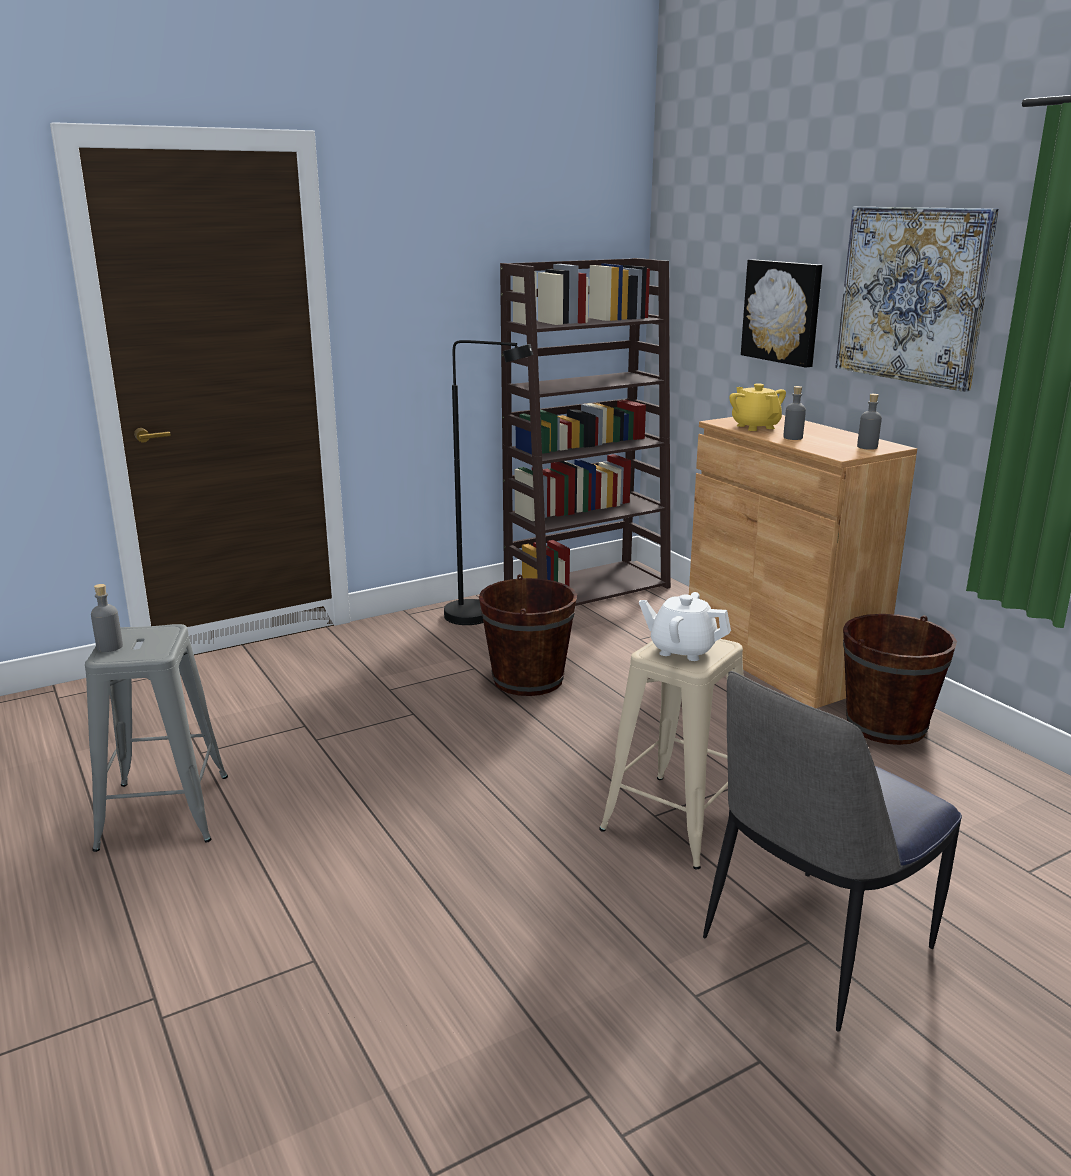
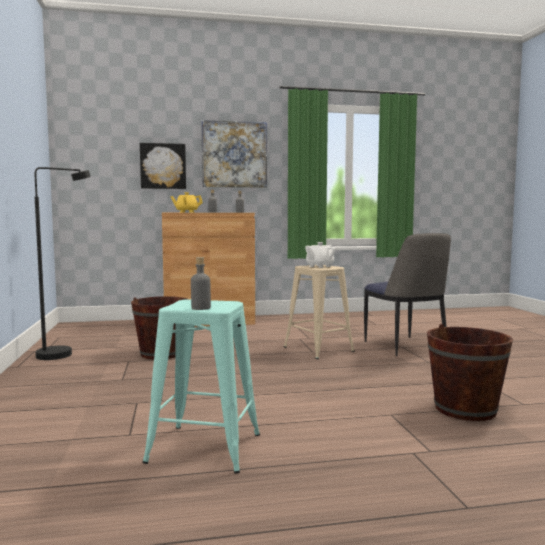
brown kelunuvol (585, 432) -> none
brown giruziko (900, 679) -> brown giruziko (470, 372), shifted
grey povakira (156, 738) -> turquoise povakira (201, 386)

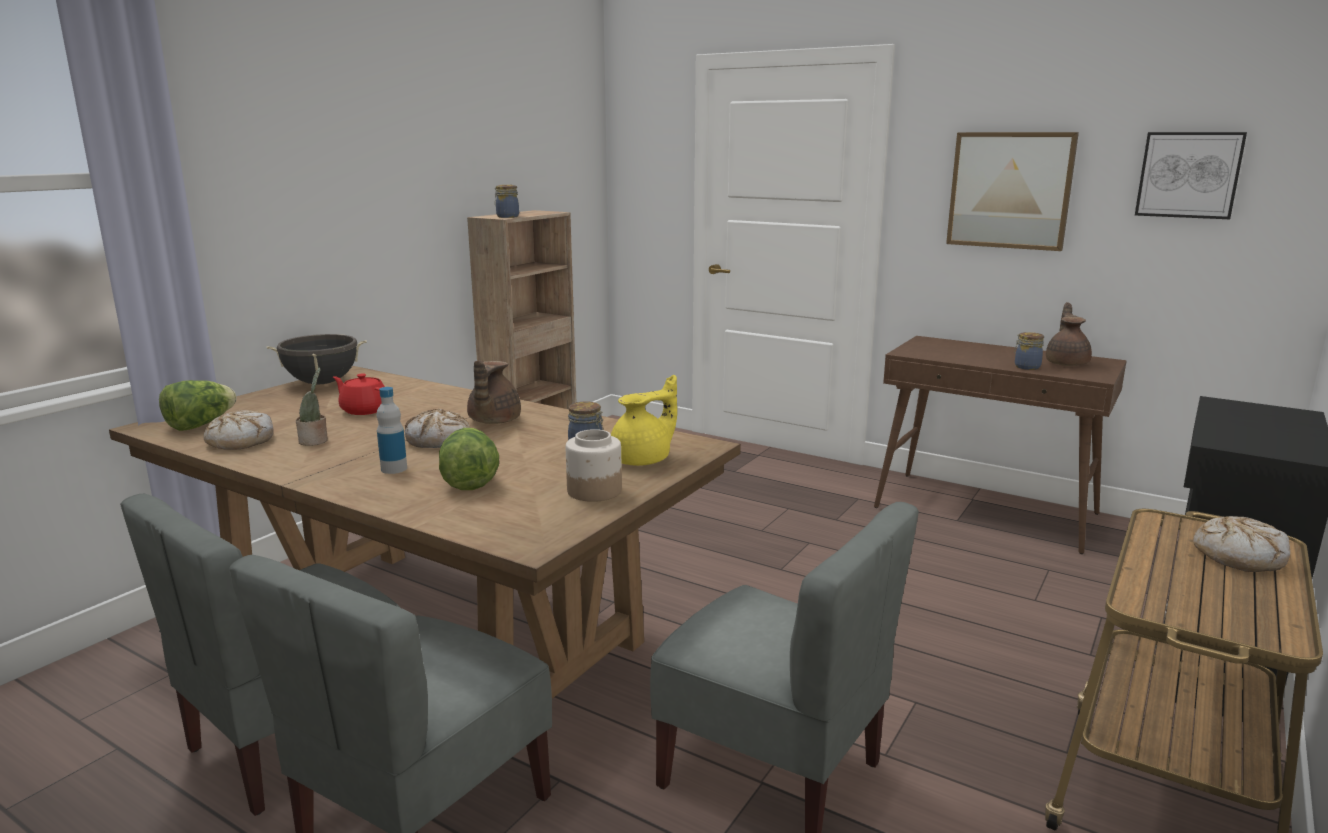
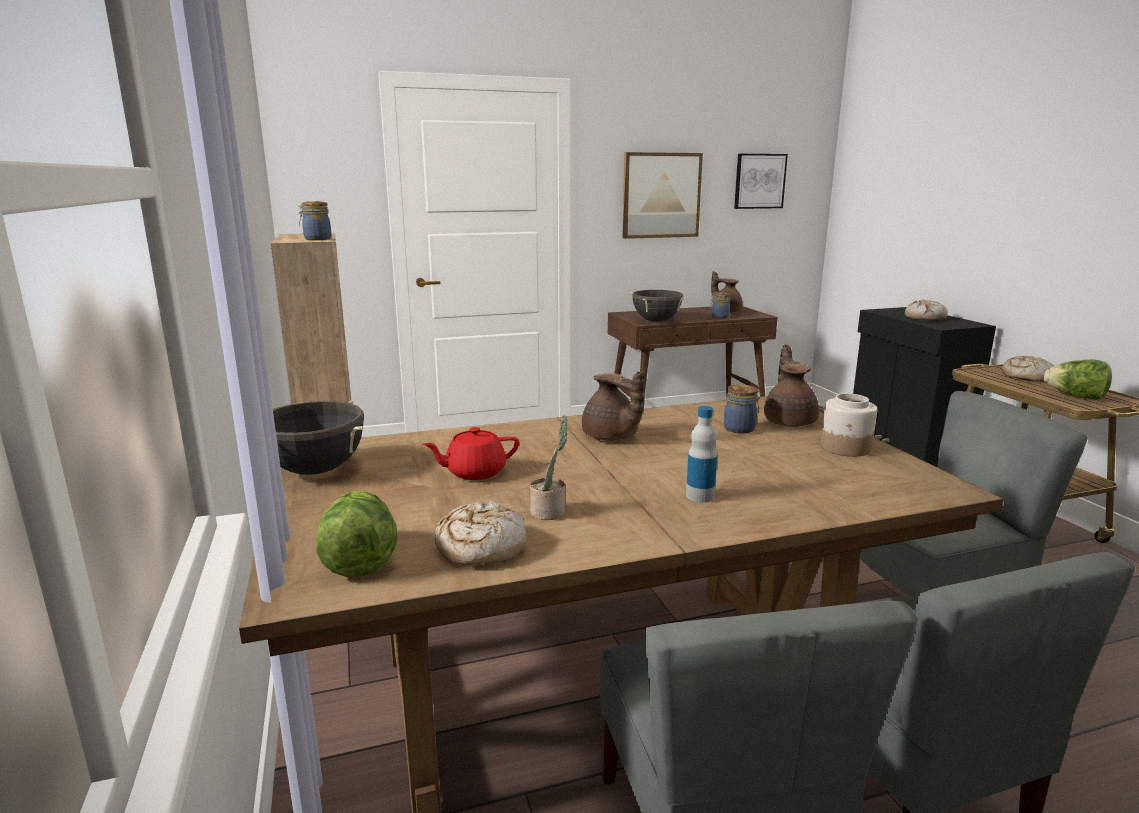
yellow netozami (644, 420) -> brown netozami (791, 385)
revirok (437, 428) -> revirok (926, 310), shifted
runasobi (469, 459) -> runasobi (1078, 379), shifted
none -> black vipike (658, 306)

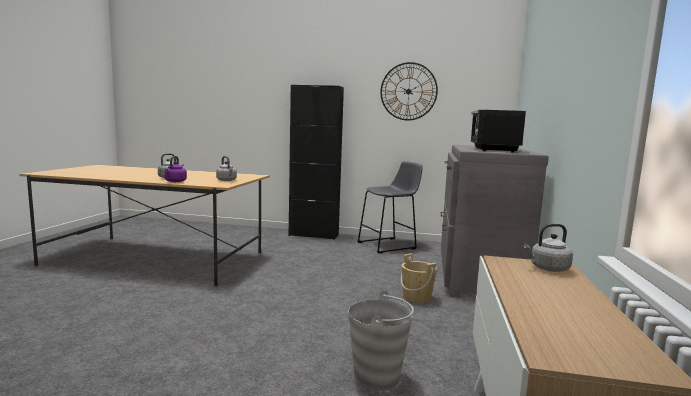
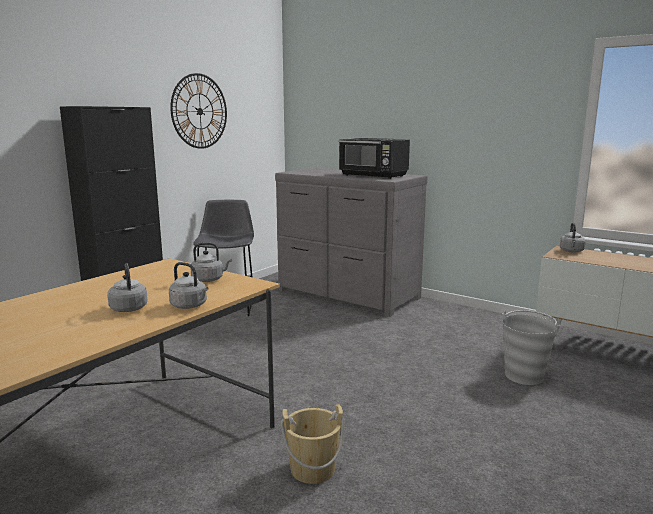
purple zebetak (176, 169) -> grey zebetak (189, 285)
beige giruziko (419, 278) -> beige giruziko (312, 444), shifted

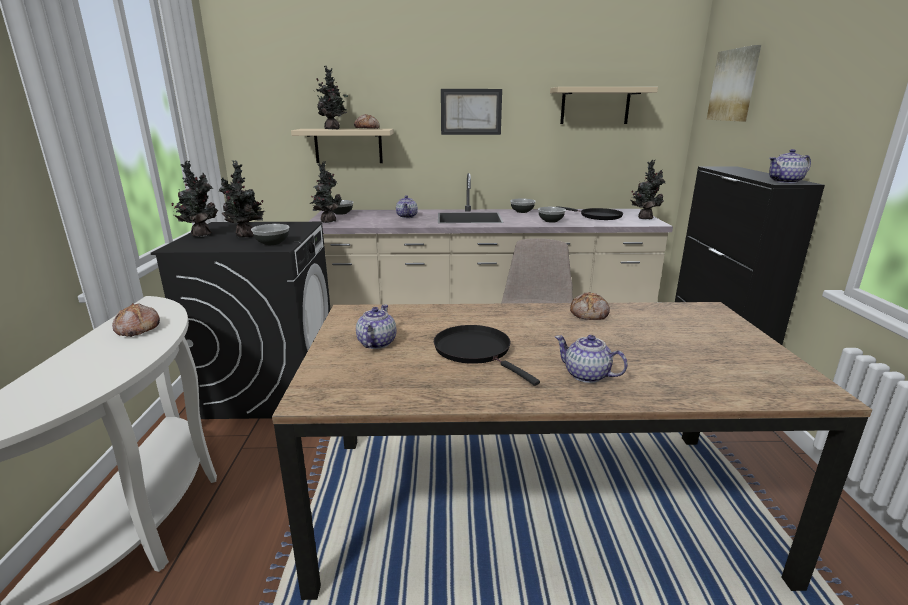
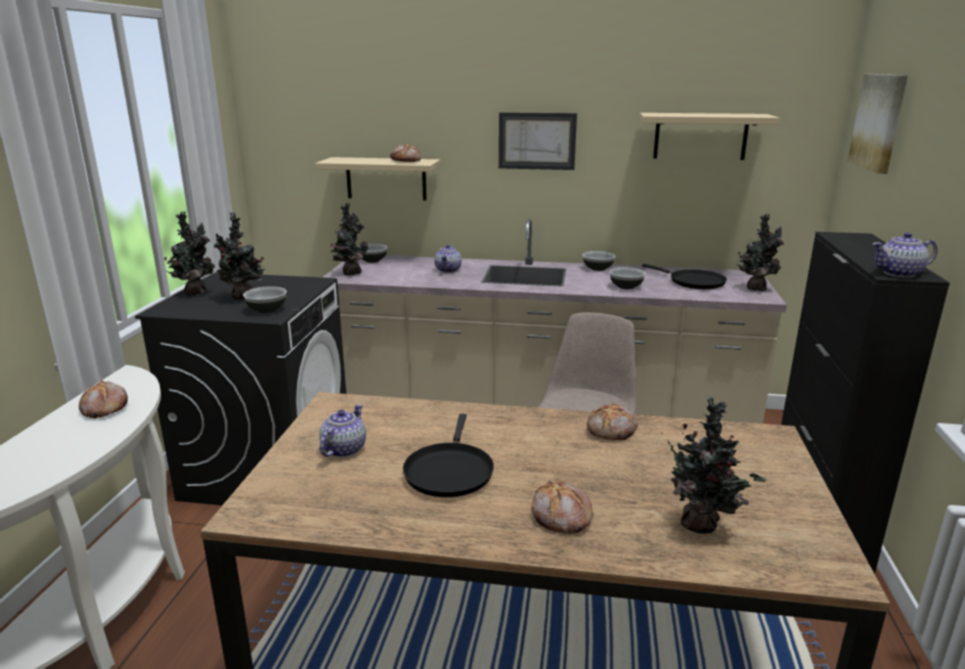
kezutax (332, 97) -> kezutax (713, 465), shifted
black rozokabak (487, 355) -> black rozokabak (448, 455), 150 degrees counterclockwise
netozami (591, 359) -> revirok (563, 507)

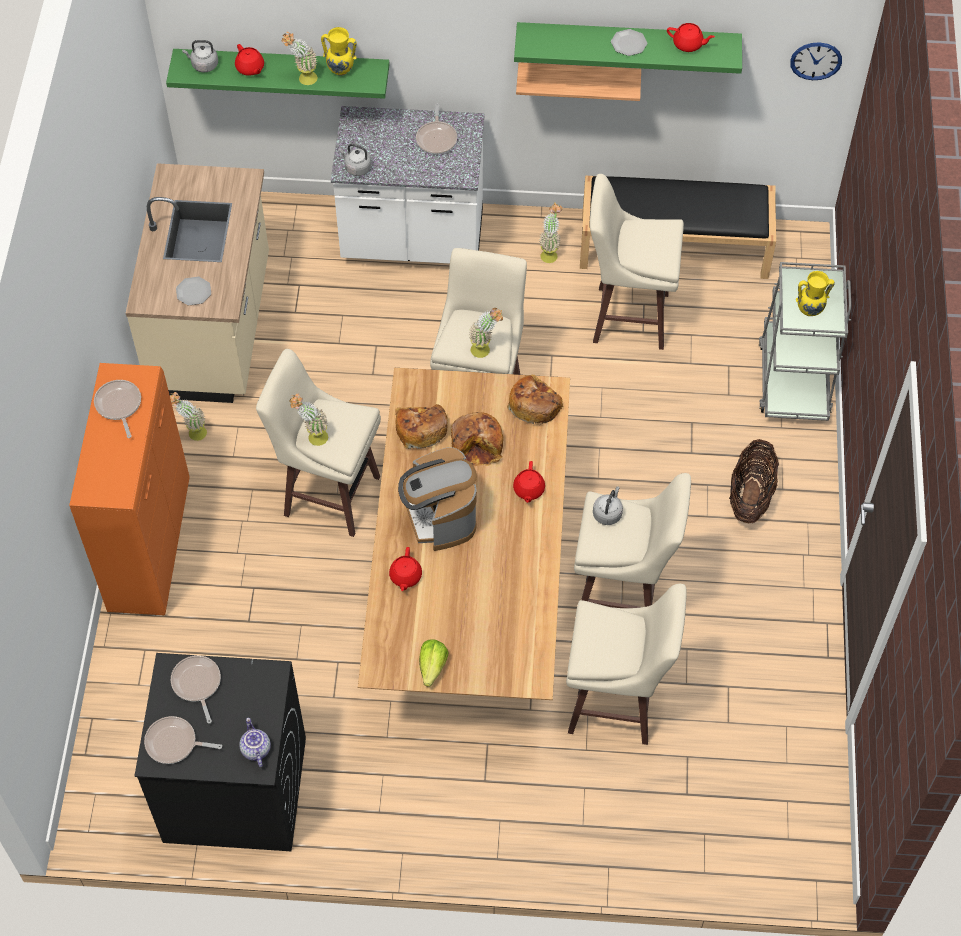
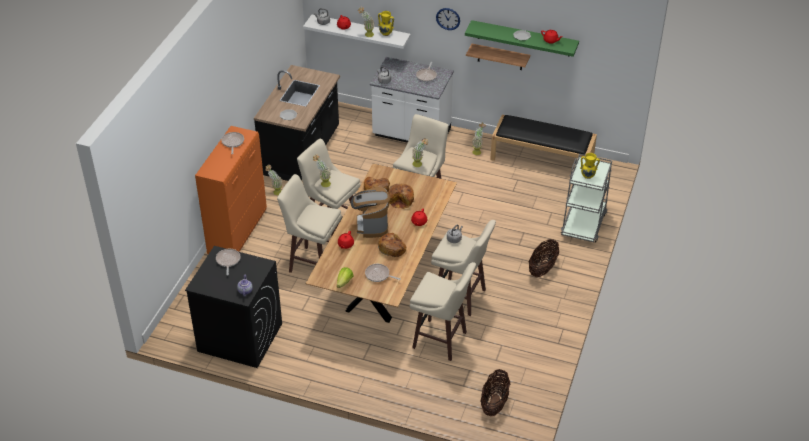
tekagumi (816, 61) -> tekagumi (448, 19), shifted
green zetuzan (278, 74) -> white zetuzan (357, 32)
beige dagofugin (197, 283) -> black dagofugin (297, 123)
beige povakira (637, 262) -> beige povakira (309, 223), shifted
revirok (535, 400) -> revirok (392, 245), shifted
rozokabak (183, 740) -> rozokabak (383, 273), shifted
none -> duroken (495, 393)

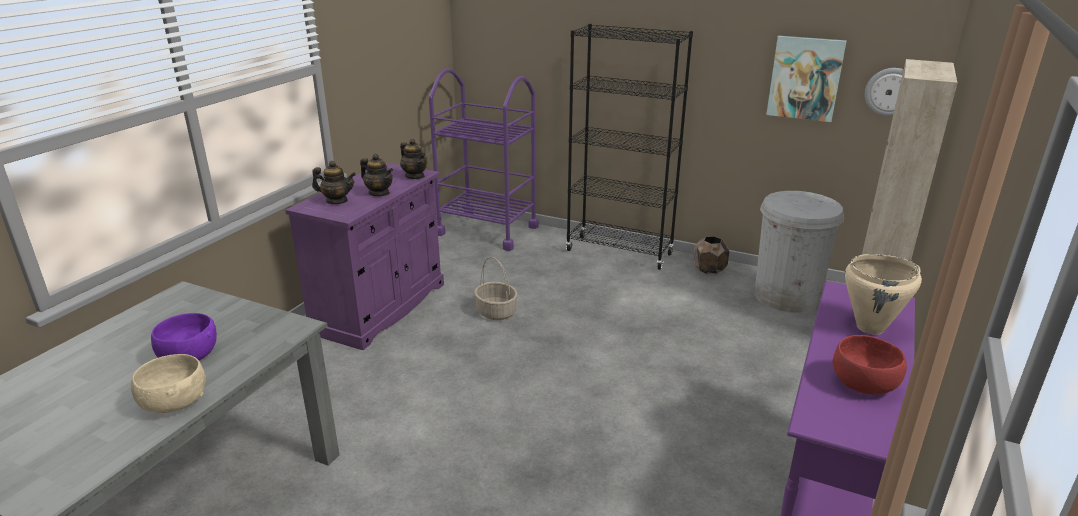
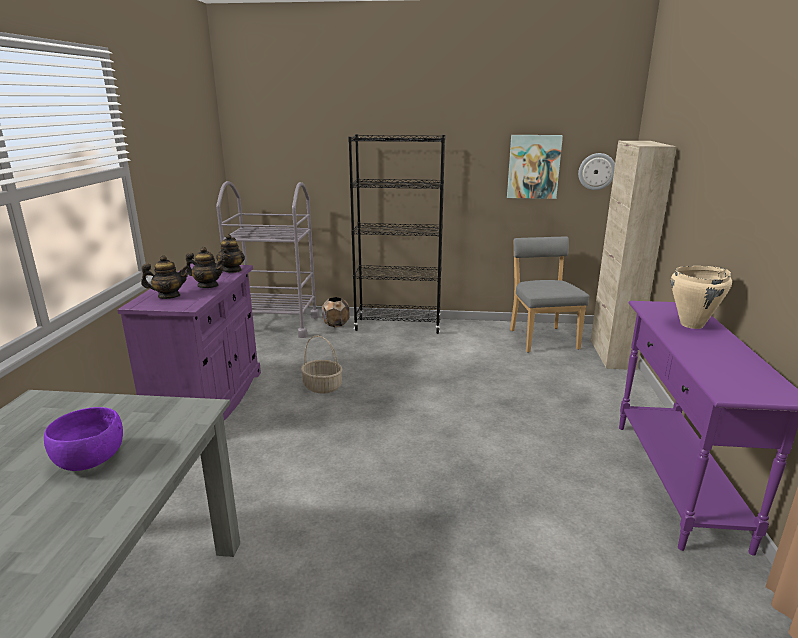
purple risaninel (484, 159) -> grey risaninel (267, 259)
netozami (414, 159) -> netozami (230, 253), 60 degrees clockwise
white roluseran (799, 252) -> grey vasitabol (549, 295)
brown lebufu (711, 255) -> brown lebufu (336, 312), shifted
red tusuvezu (870, 364) -> none
beige tusuvezu (168, 383) -> none

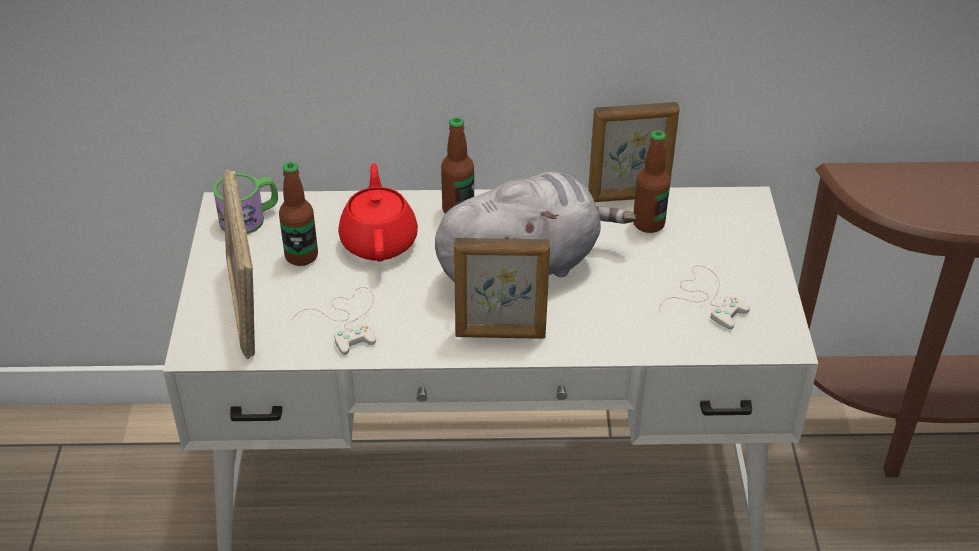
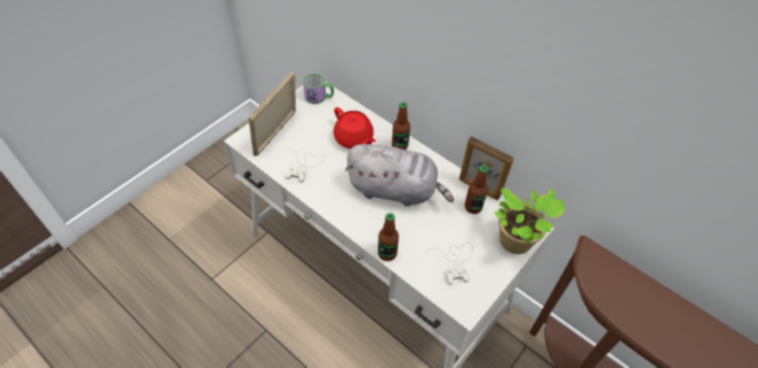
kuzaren (298, 214) -> kuzaren (388, 237), shifted
red netozami (378, 212) -> red netozami (354, 128), 105 degrees clockwise
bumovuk (502, 288) -> none
none -> kezutax (529, 221)

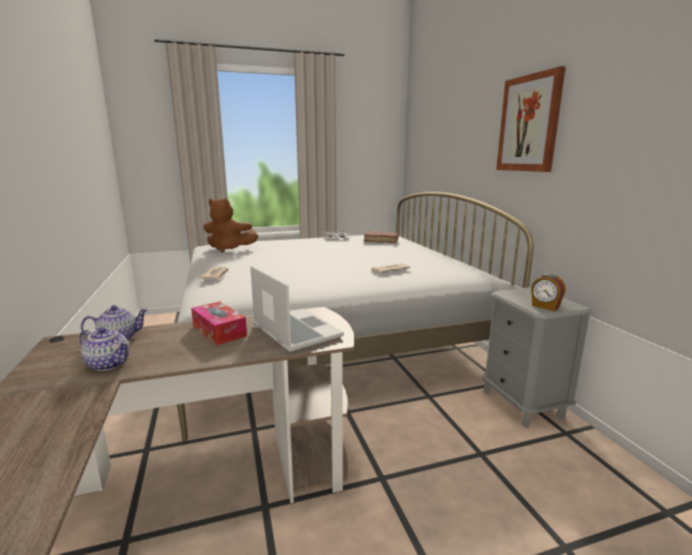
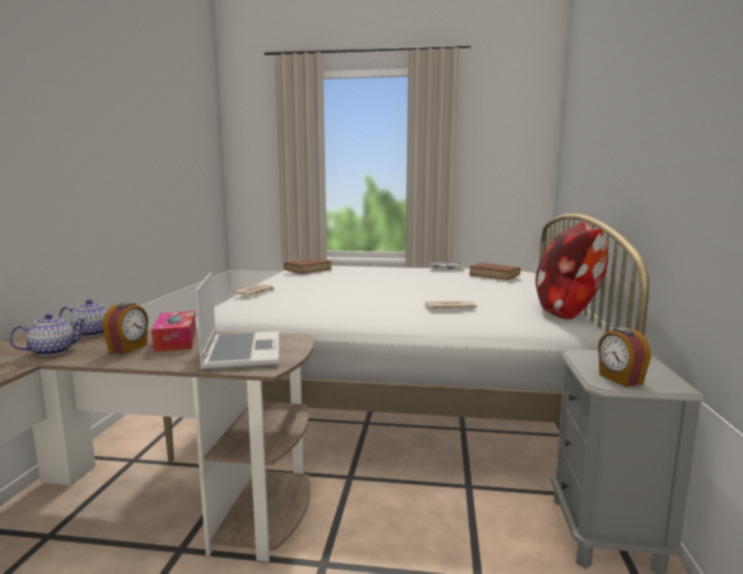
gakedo (531, 119) -> none
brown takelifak (231, 225) -> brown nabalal (307, 266)
netozami (104, 349) -> netozami (48, 335), 90 degrees counterclockwise
none -> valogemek (571, 270)
none -> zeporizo (125, 328)

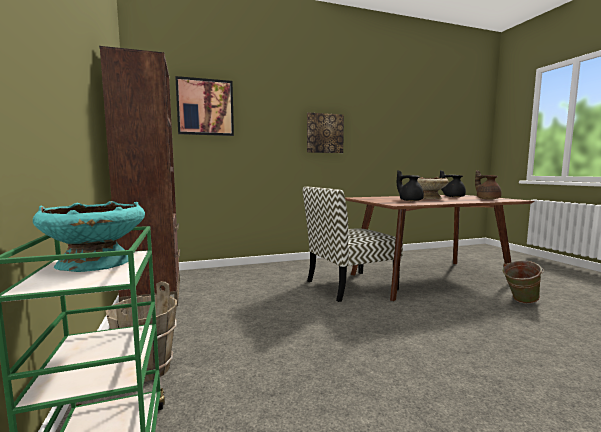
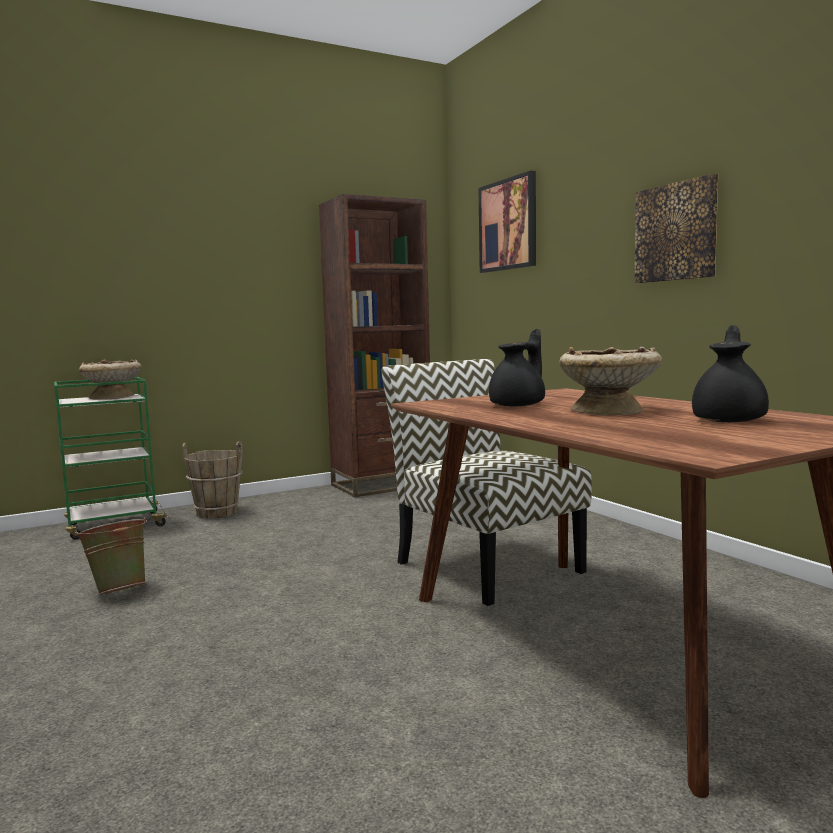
brown netozami (488, 185) -> none
turquoise tusuvezu (89, 236) -> beige tusuvezu (110, 379)
green giruziko (523, 282) -> green giruziko (111, 556), shifted

